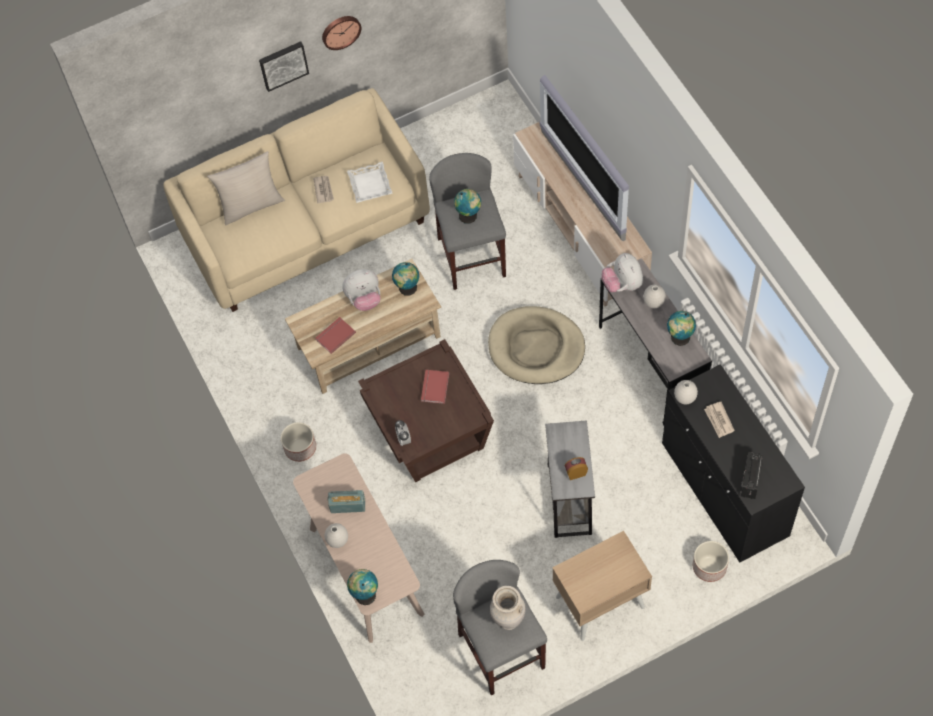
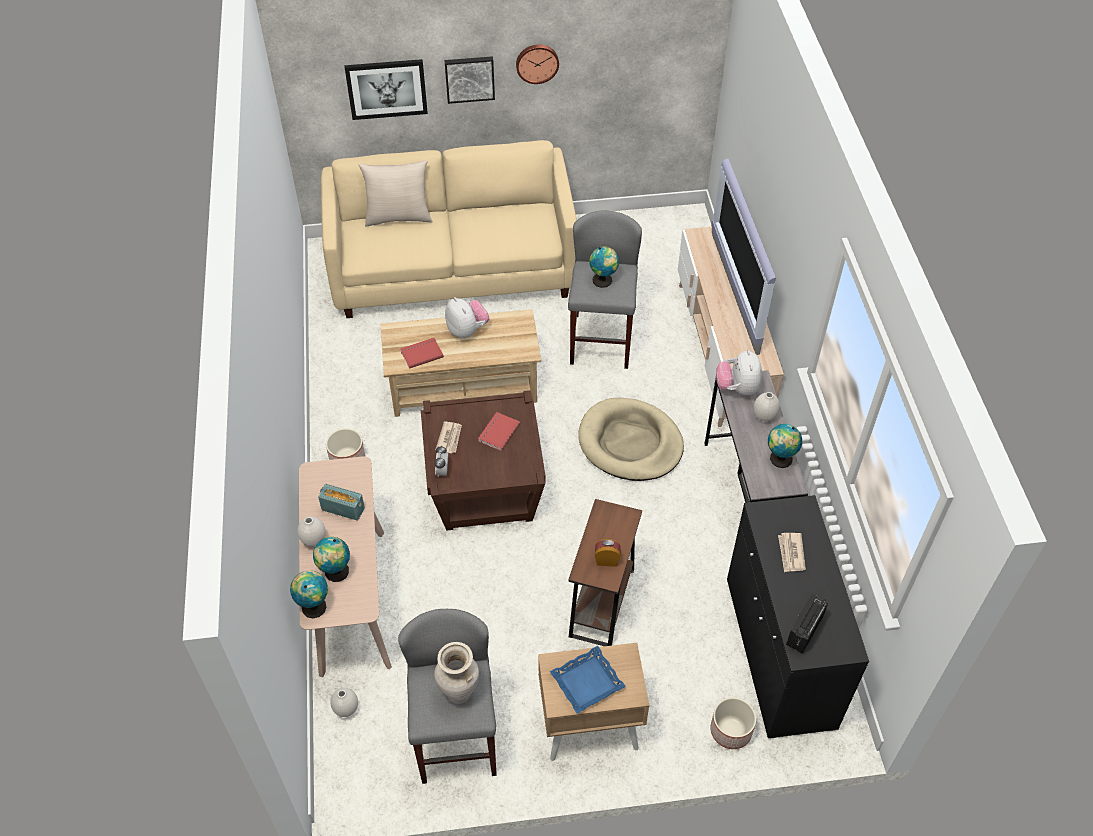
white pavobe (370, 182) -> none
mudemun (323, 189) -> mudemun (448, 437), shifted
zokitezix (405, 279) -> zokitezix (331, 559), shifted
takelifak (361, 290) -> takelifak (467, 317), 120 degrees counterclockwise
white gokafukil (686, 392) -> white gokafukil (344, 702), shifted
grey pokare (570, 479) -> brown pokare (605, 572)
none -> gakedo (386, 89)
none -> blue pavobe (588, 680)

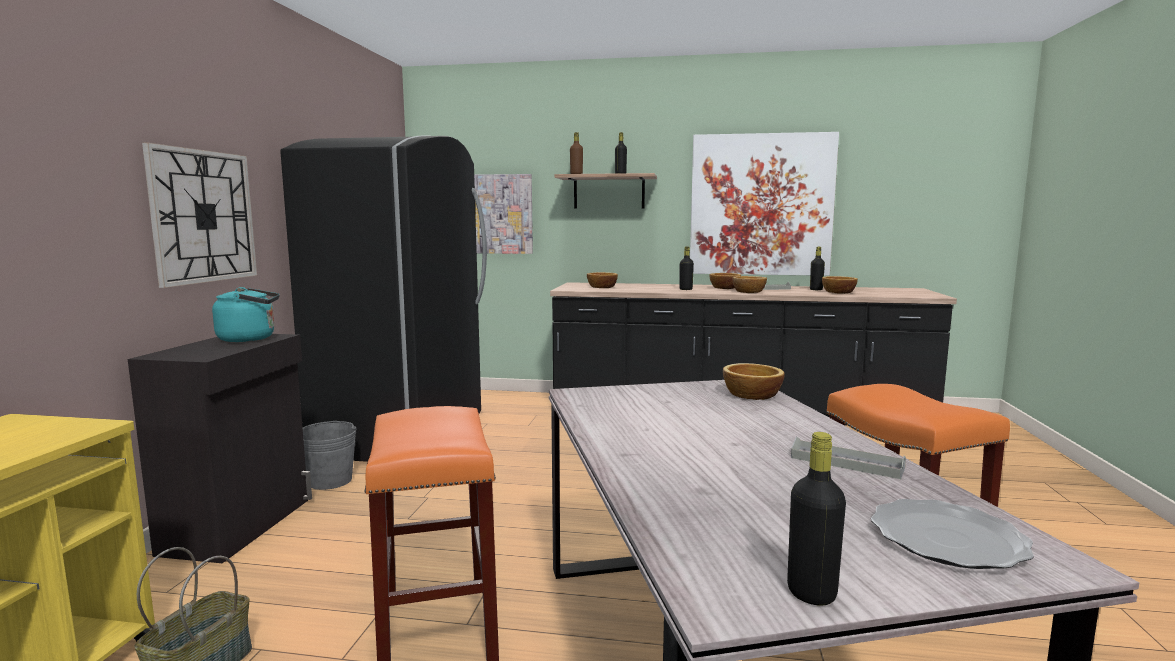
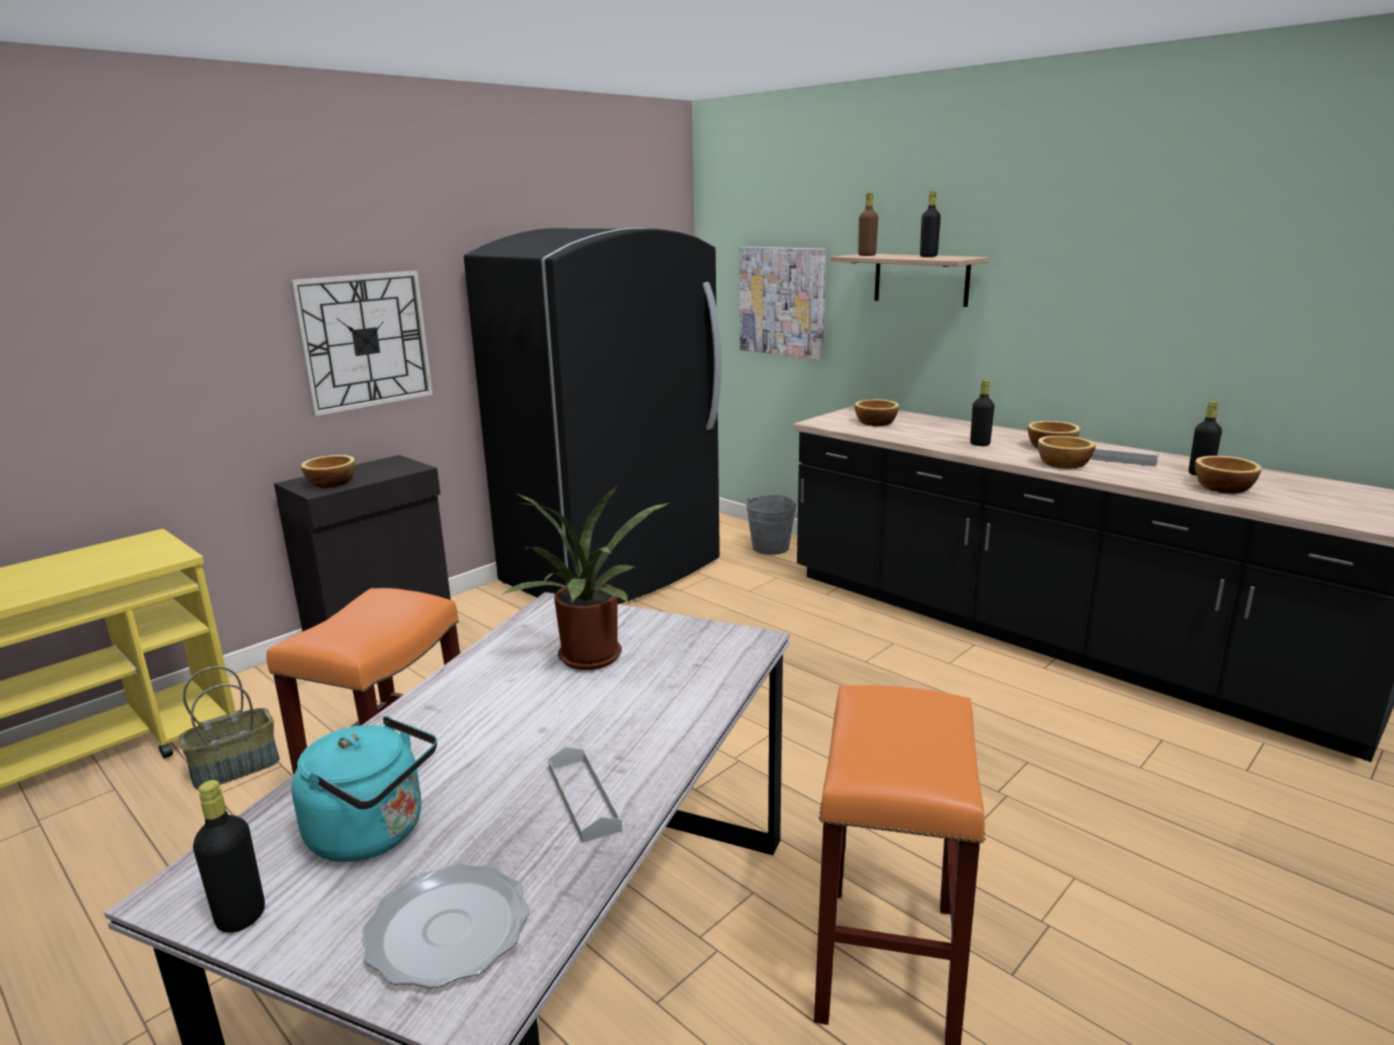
gakedo (764, 204) -> none
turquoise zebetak (246, 314) -> turquoise zebetak (364, 789), shifted
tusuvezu (754, 381) -> tusuvezu (328, 471), shifted
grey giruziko (330, 455) -> grey giruziko (771, 525), shifted
none -> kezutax (586, 577)

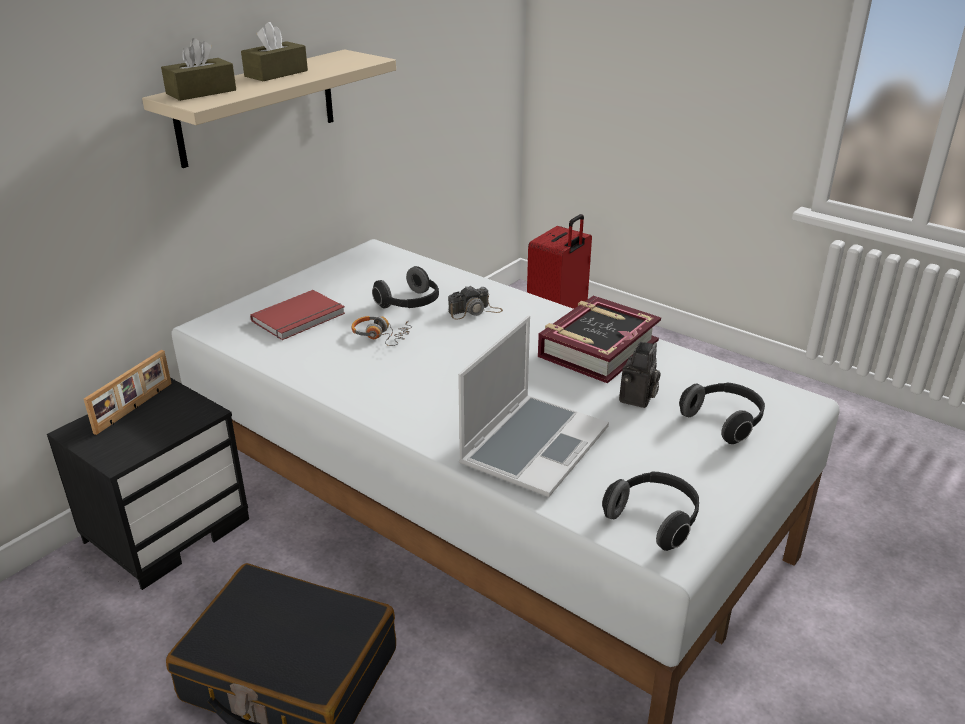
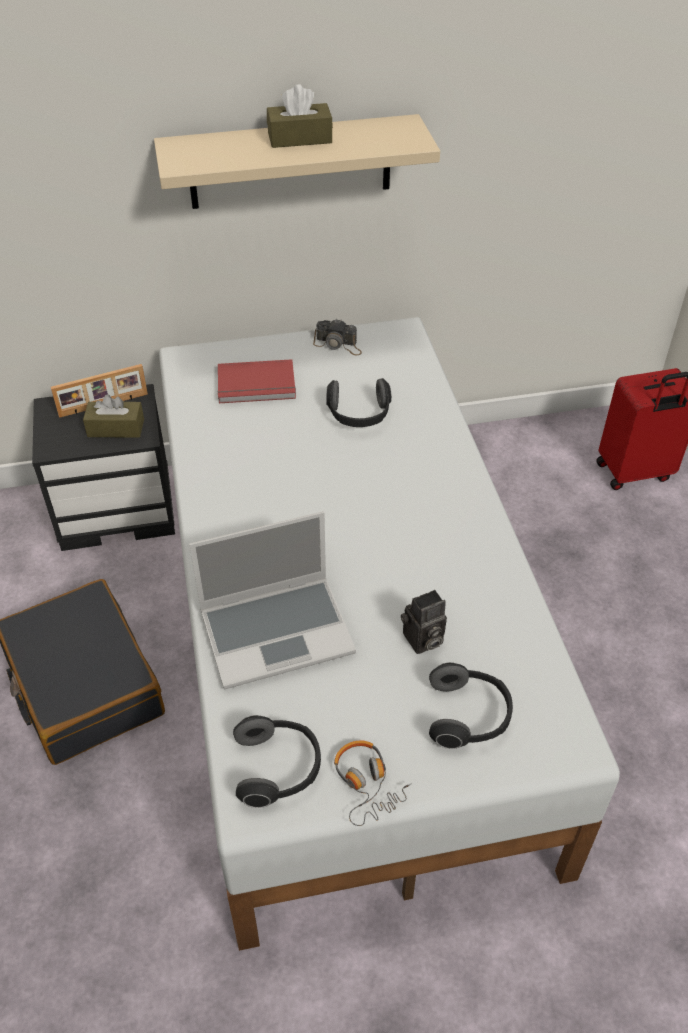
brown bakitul (198, 69) -> brown bakitul (113, 416), shifted
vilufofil (475, 302) -> vilufofil (337, 337), shifted
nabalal (599, 339) -> none
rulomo (381, 331) -> rulomo (373, 783), shifted

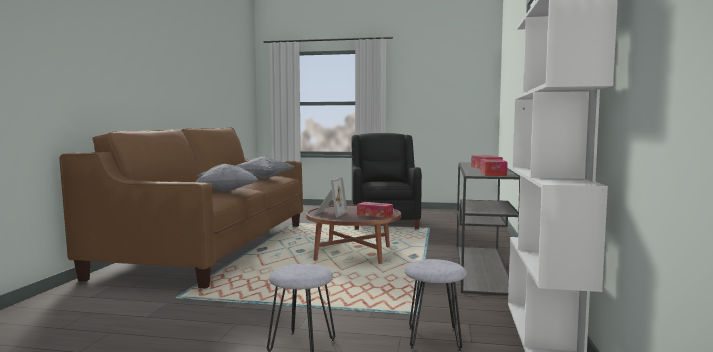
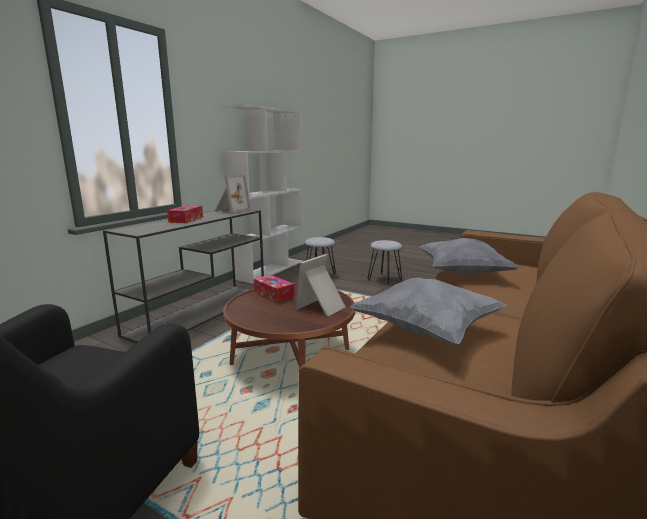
bakitul (494, 167) -> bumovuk (233, 194)

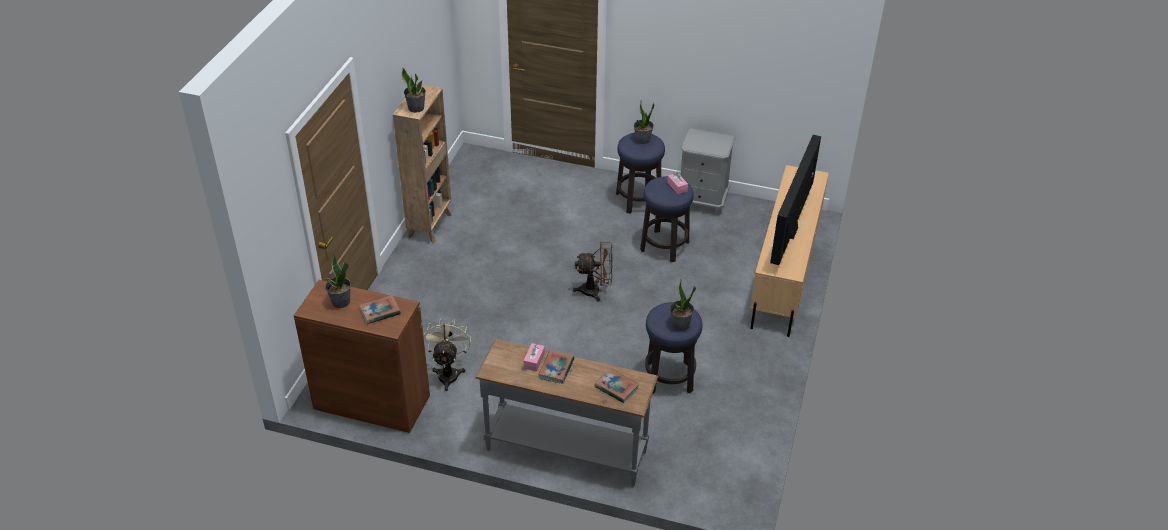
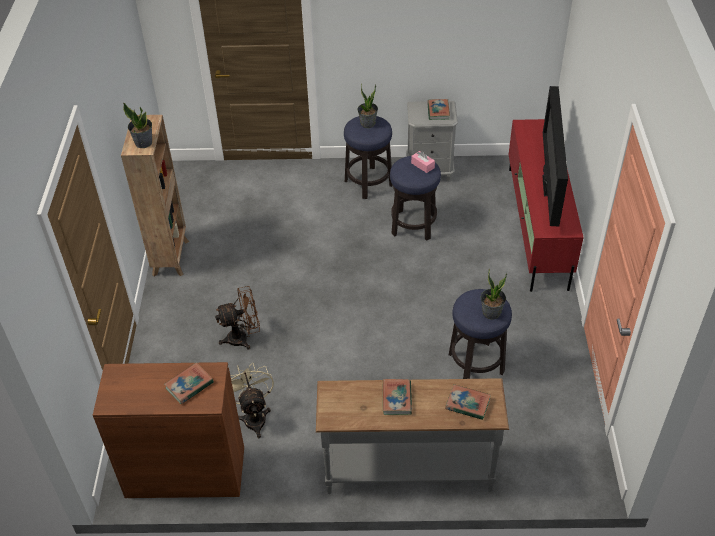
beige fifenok (789, 251) -> red fifenok (546, 205)
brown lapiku (592, 271) -> brown lapiku (237, 318), shifted
kezutax (338, 281) -> none
pink bakitul (534, 357) -> none
none -> nabalal (438, 109)

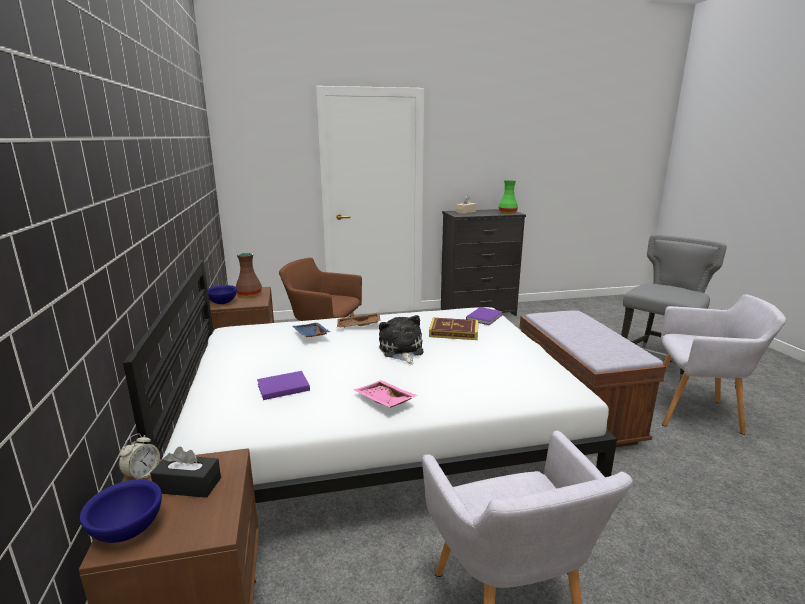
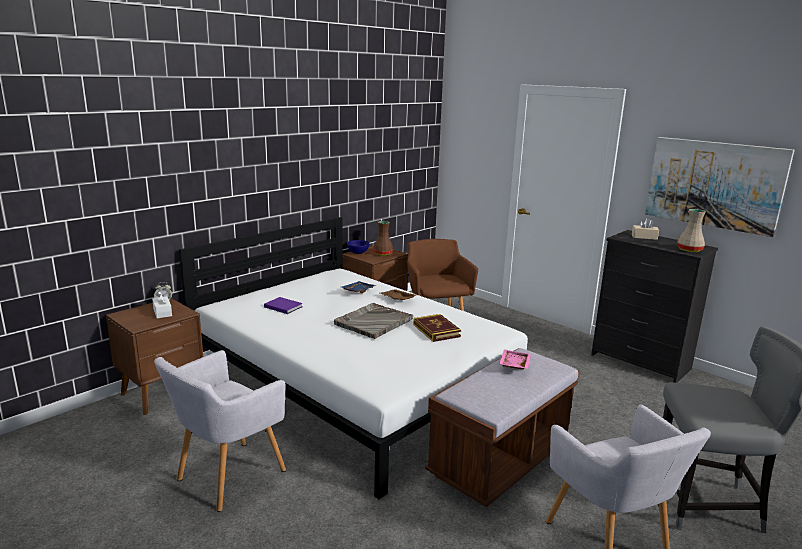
green gokafukil (508, 196) -> beige gokafukil (691, 230)
purple nabalal (484, 316) -> none
takelifak (401, 339) -> grey pavobe (373, 321)
pink pavobe (386, 394) -> pink pavobe (515, 359), shifted
black bakitul (185, 472) -> white bakitul (162, 304)
blue tusuvezu (121, 511) -> none
none -> gakedo (719, 187)

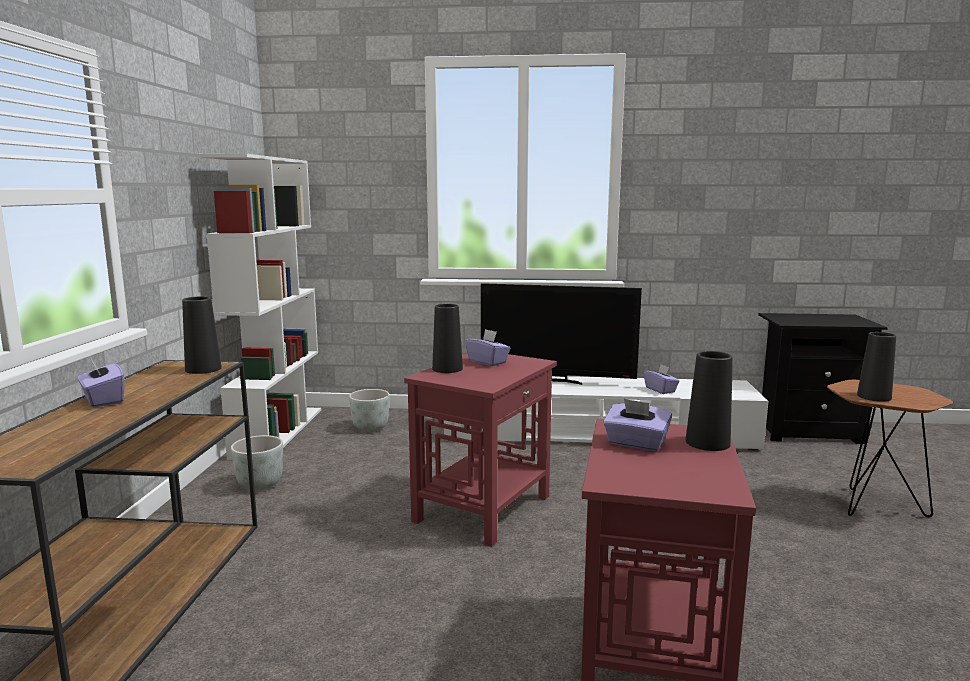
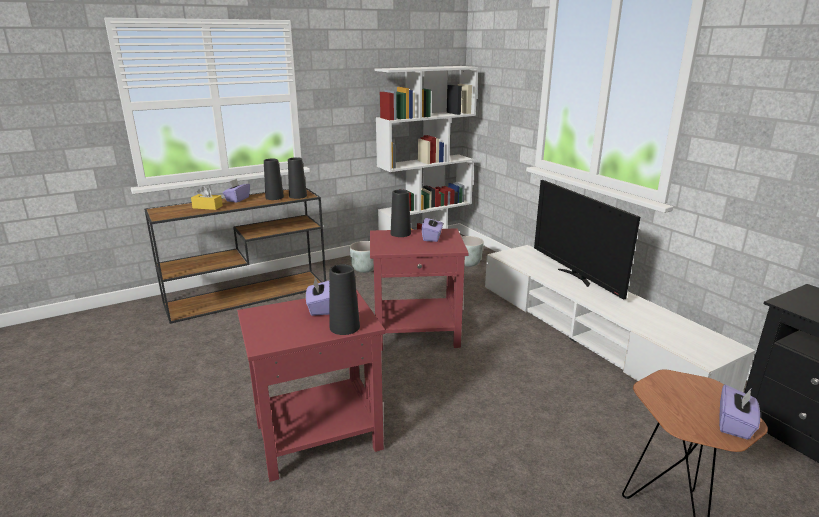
black gokafukil (876, 367) -> black gokafukil (274, 179), shifted
purple bakitul (662, 379) -> purple bakitul (739, 412), shifted
none -> yellow bakitul (207, 198)

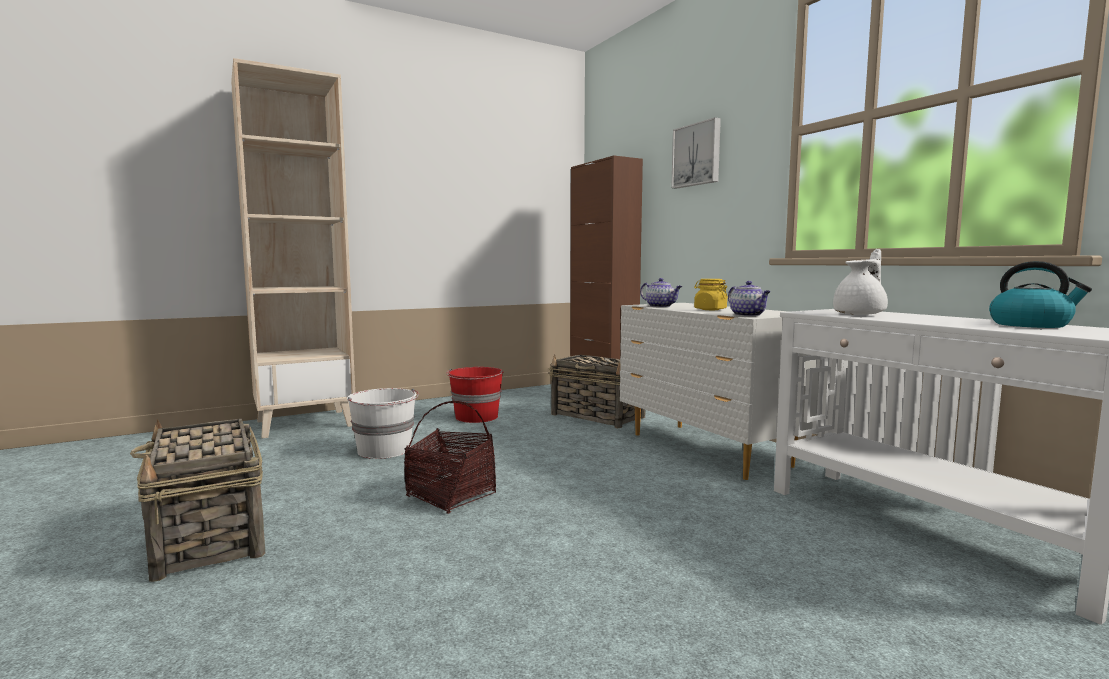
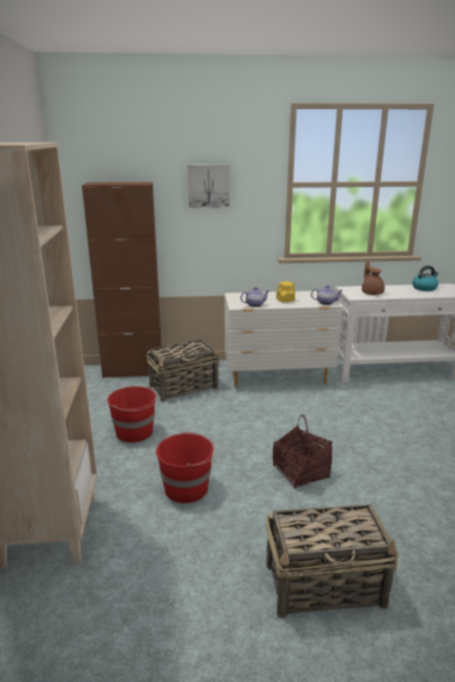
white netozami (860, 282) -> brown netozami (373, 278)
white giruziko (383, 423) -> red giruziko (186, 467)

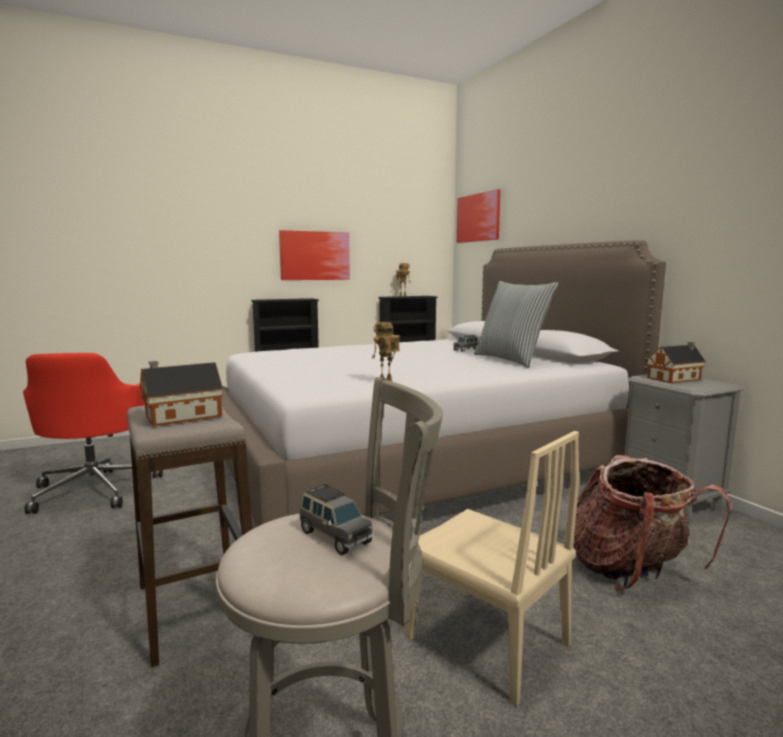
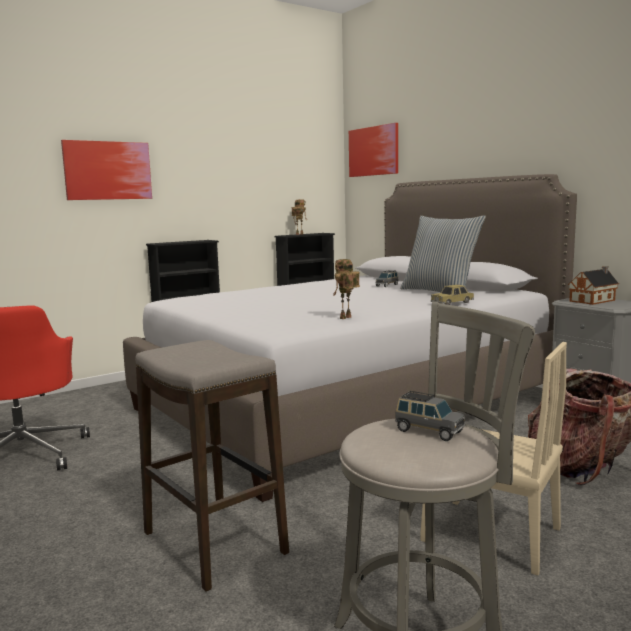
gakedo (314, 255) -> gakedo (106, 170), shifted
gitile (181, 393) -> none
none -> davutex (452, 295)

